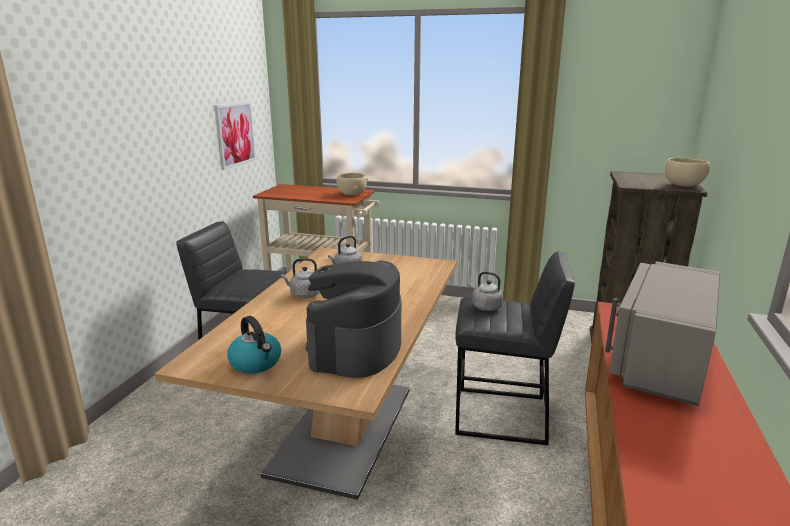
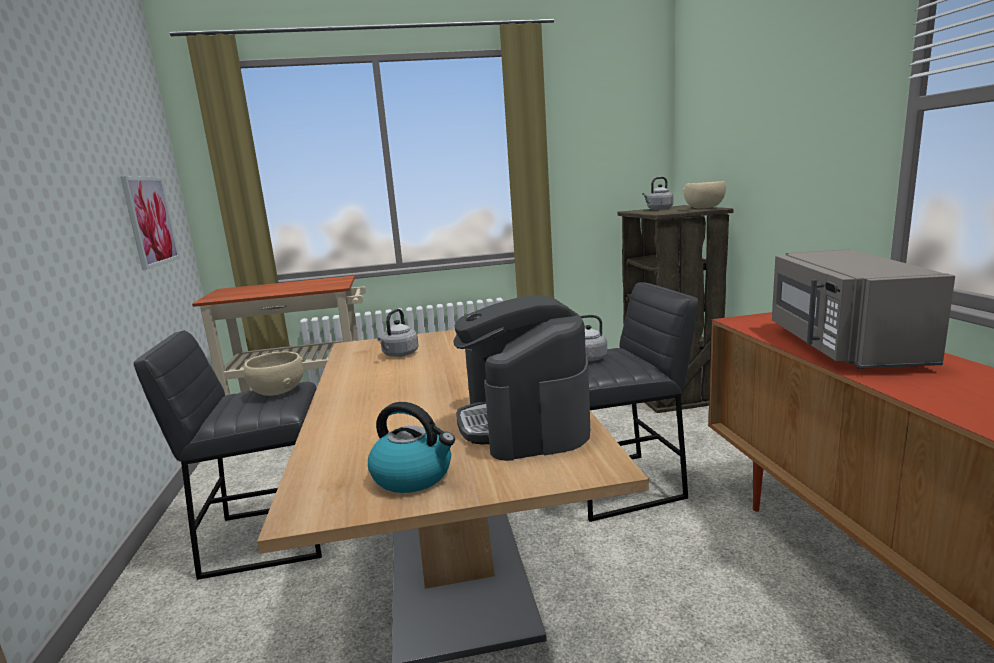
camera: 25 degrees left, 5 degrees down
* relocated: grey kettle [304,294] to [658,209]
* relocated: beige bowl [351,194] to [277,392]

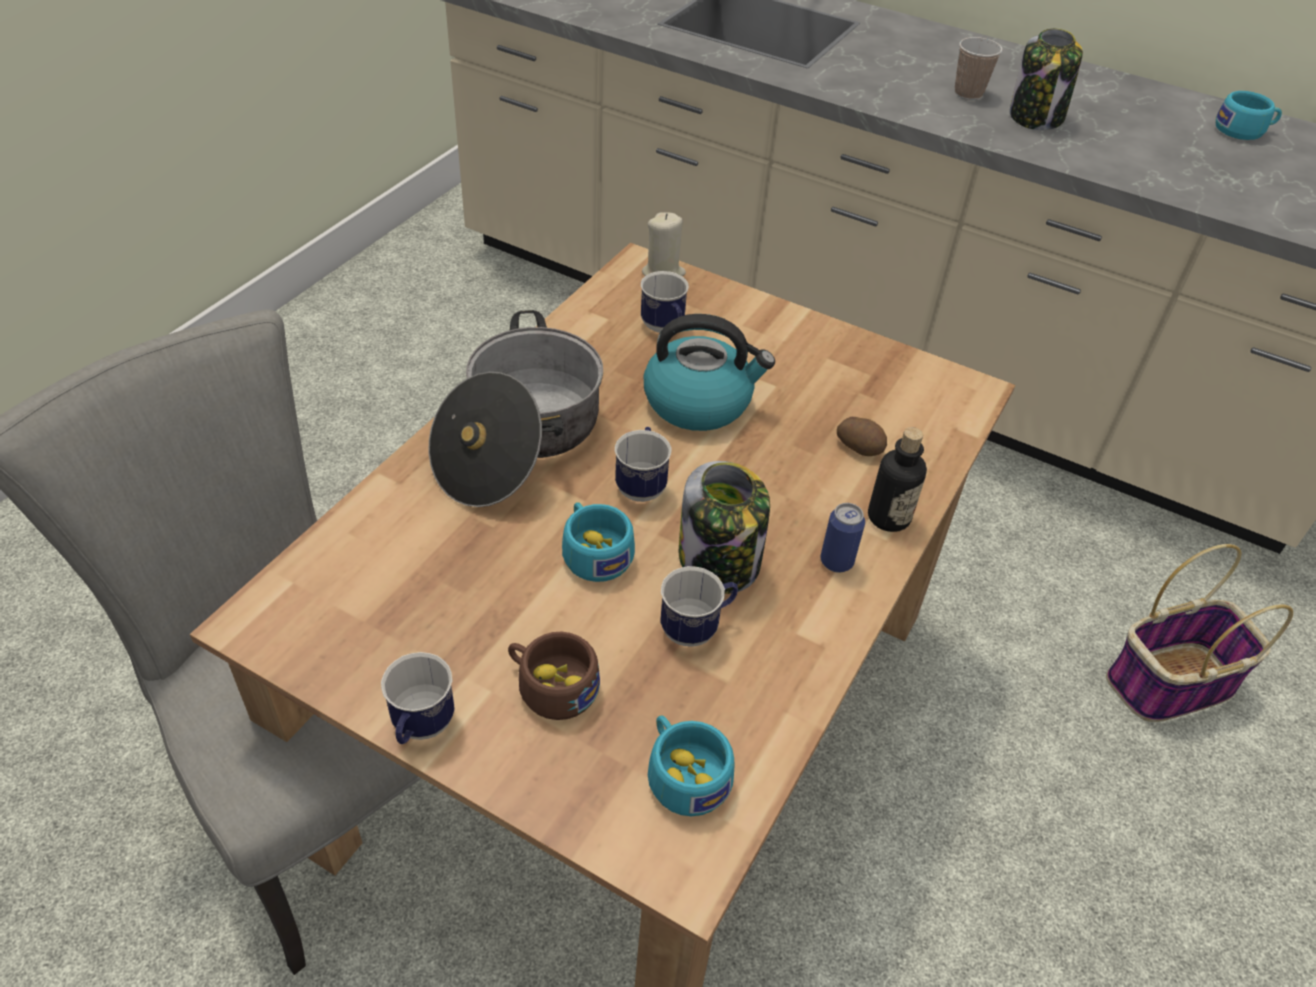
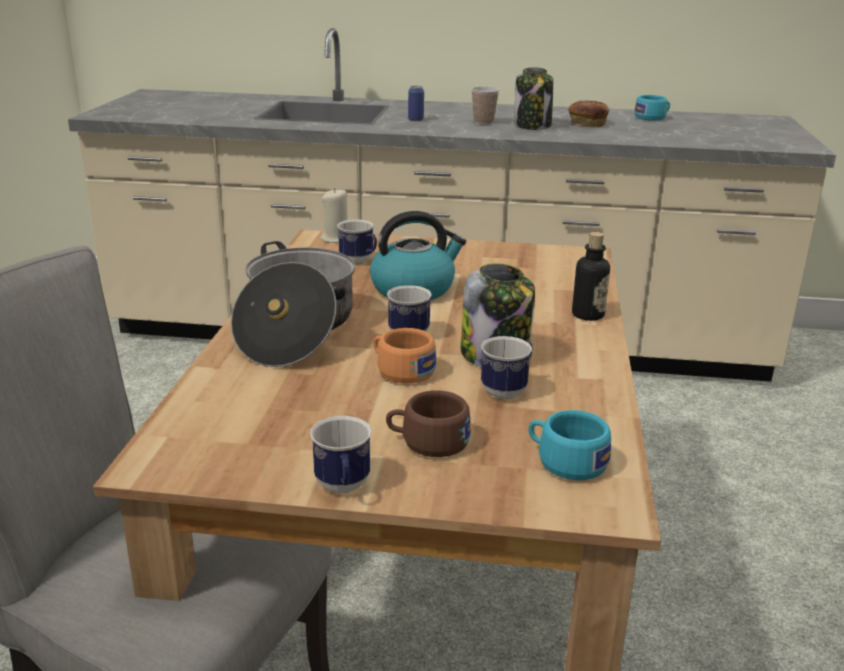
camera: 20 degrees left, 20 degrees down
* colour: turquoise cup [594,552] to orange cup [401,370]
* relocated: can [836,562] to [415,120]
* missing: potato [860,446]
* missing: basket [1169,684]
* appeared: bread [587,124]

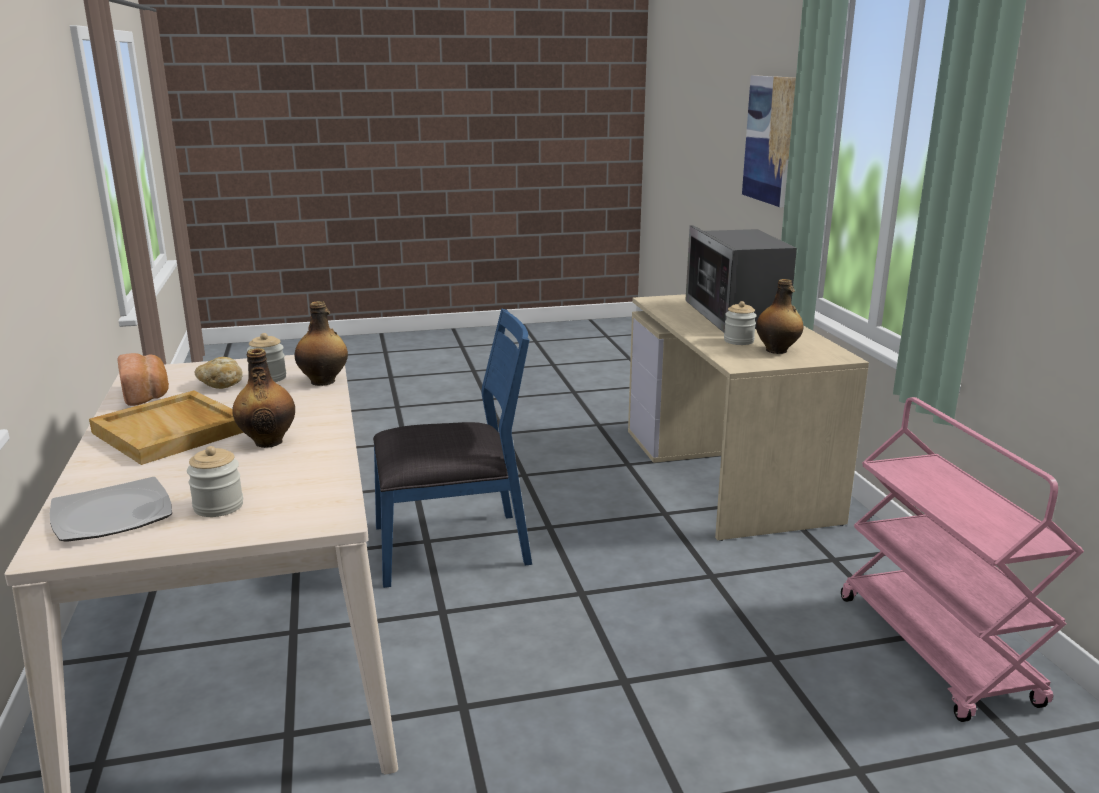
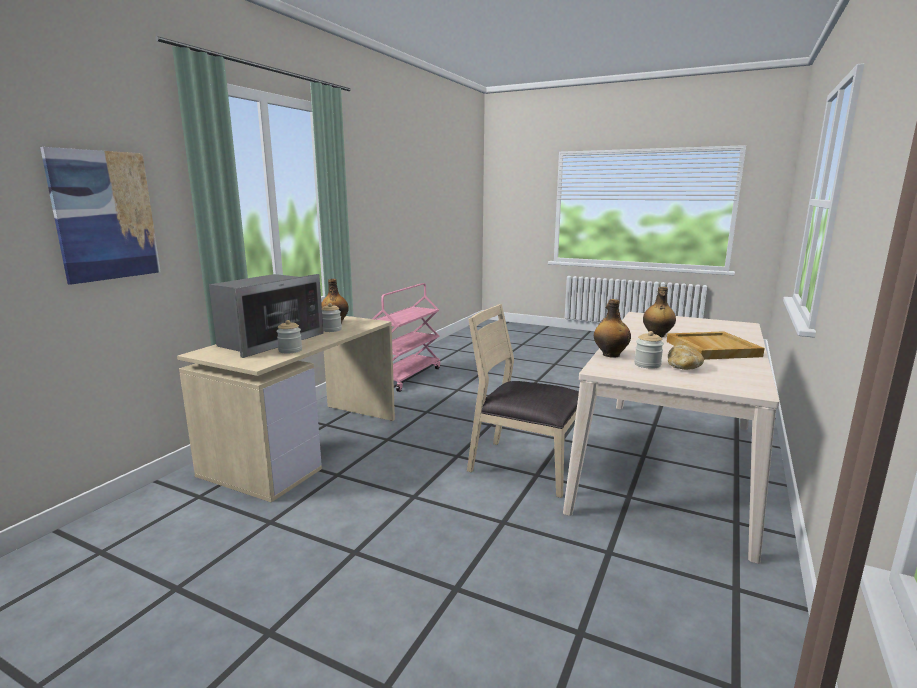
camera: 140 degrees left, 5 degrees down
* missing: plate [113,515]
* missing: bread [146,395]
* relocated: jar [218,506] to [290,350]
* colour: blue chair [452,546] to beige chair [524,466]

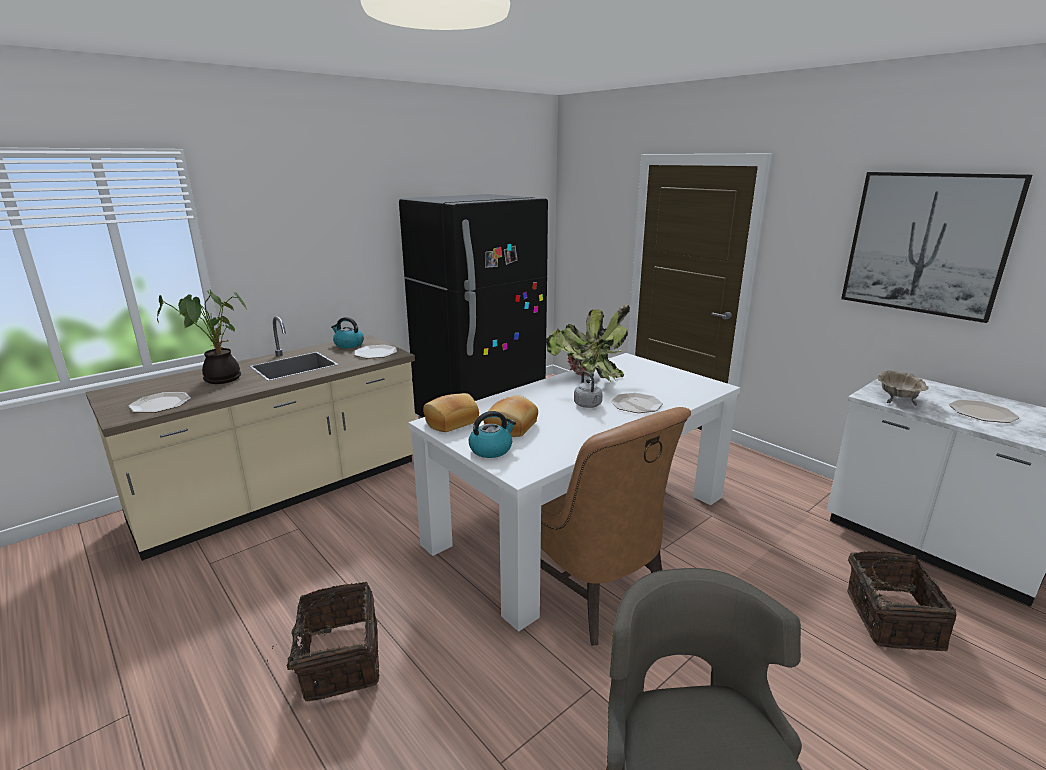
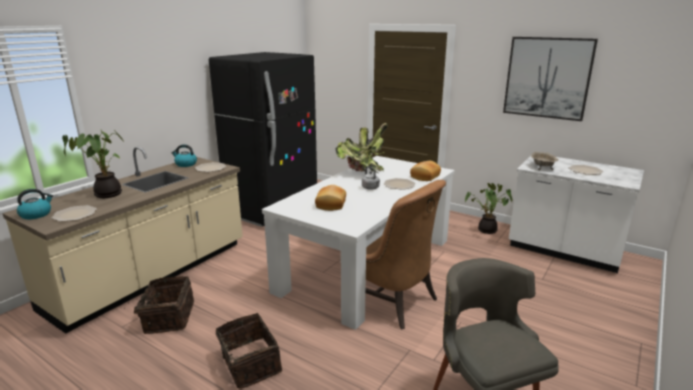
camera: 15 degrees left, 0 degrees up
* relocated: bread [450,421] to [424,176]
* relocated: kettle [491,449] to [36,214]
* relocated: basket [889,619] to [167,317]
* appeared: potted plant [485,230]

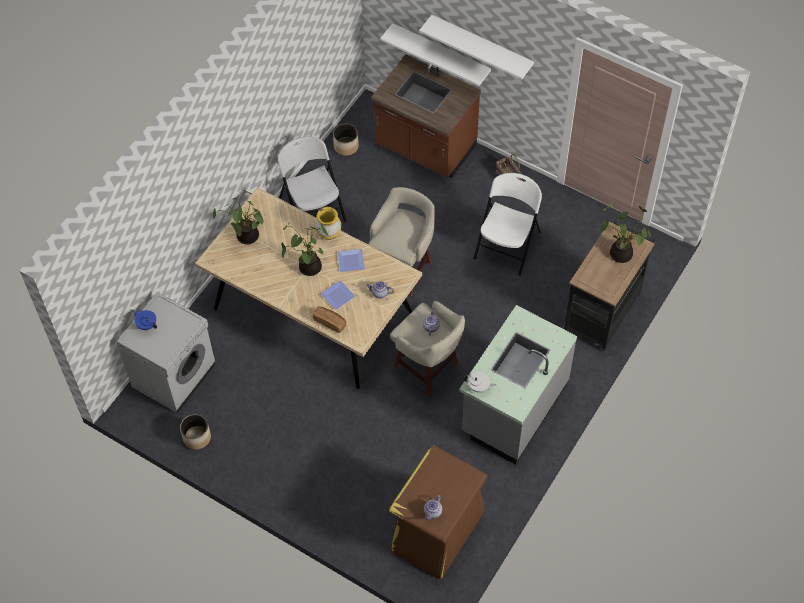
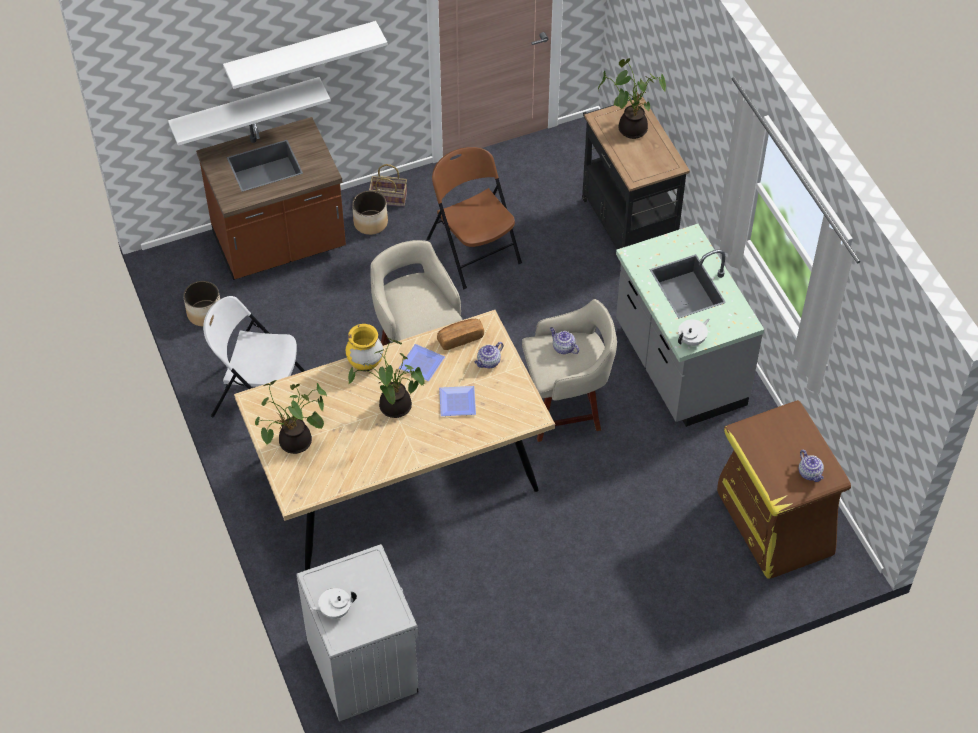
camera: 55 degrees left, 5 degrees down
* colour: blue teapot [147,324] to white teapot [335,610]
* relocated: planter [196,437] to [370,223]
* relocated: bread [330,322] to [460,338]
* colour: white chair [507,245] to brown chair [474,251]

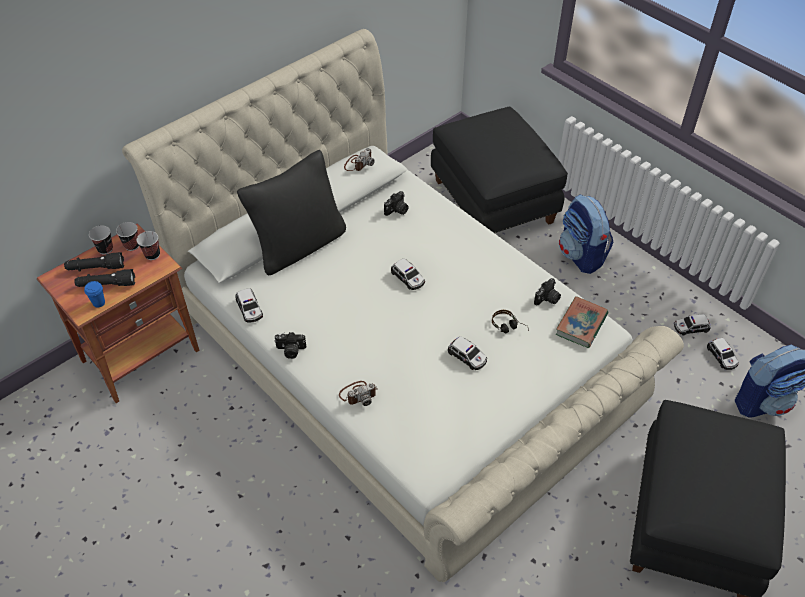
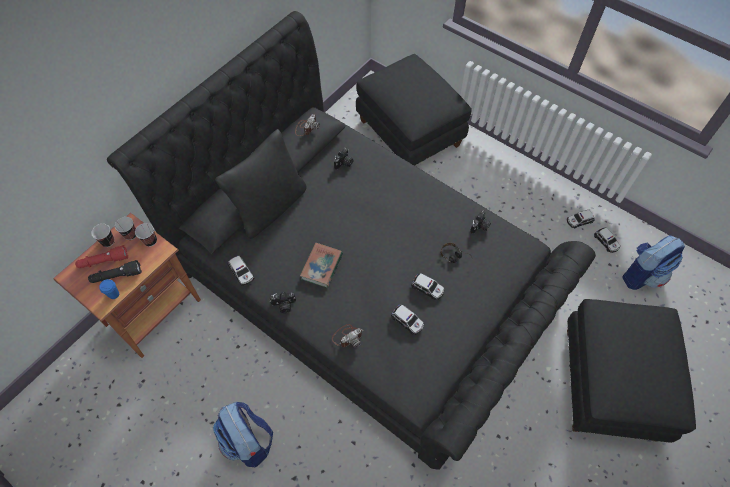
camera: 10 degrees left, 10 degrees up
* colour: black flashlight [95,268] to red flashlight [103,261]
* colour: beige bed [402,356] to black bed [364,279]
* relocated: toy car [408,278] to [407,321]
* relocated: book [581,324] to [321,266]
* relocated: backpack [581,256] to [248,442]

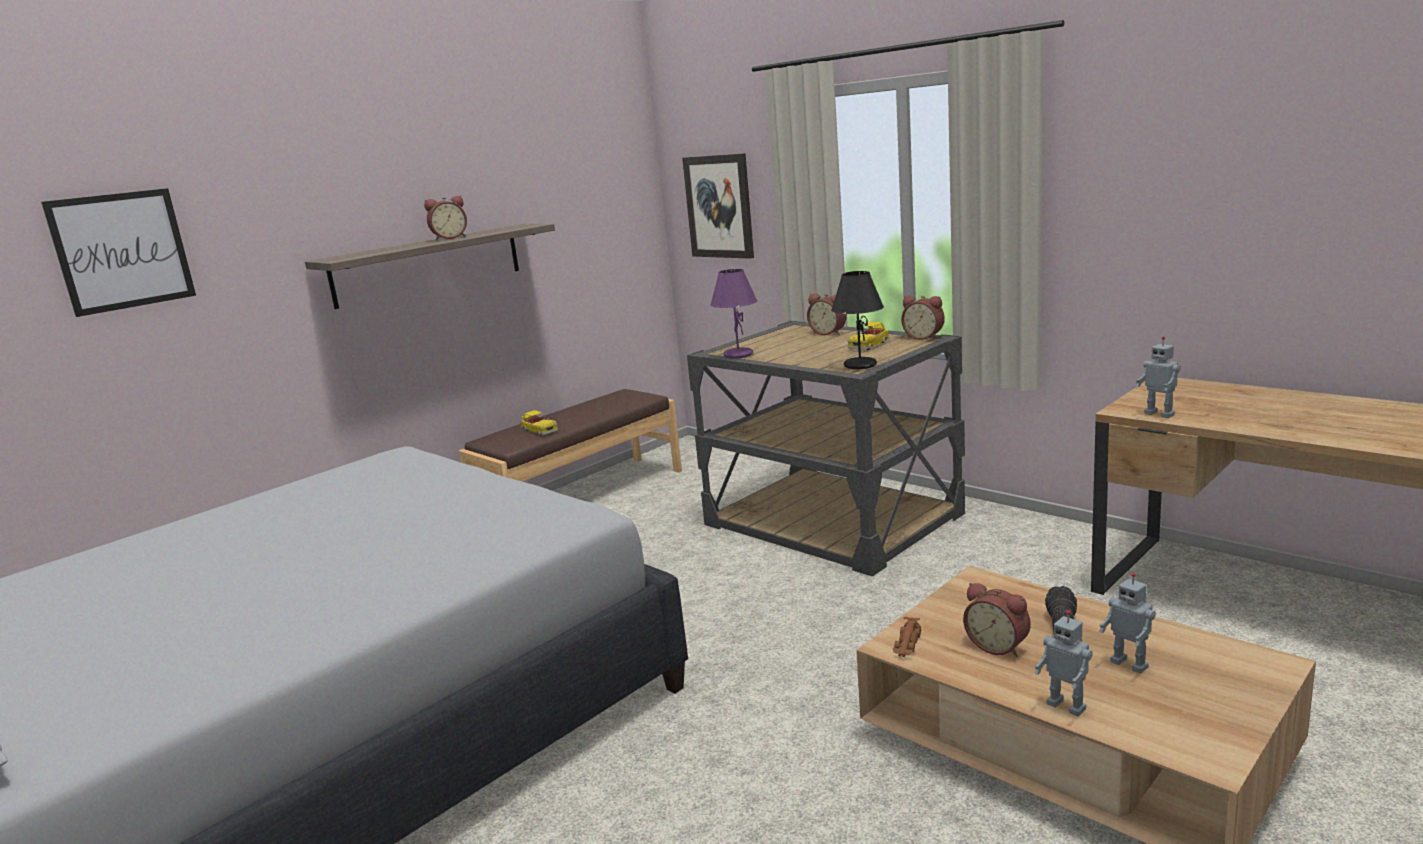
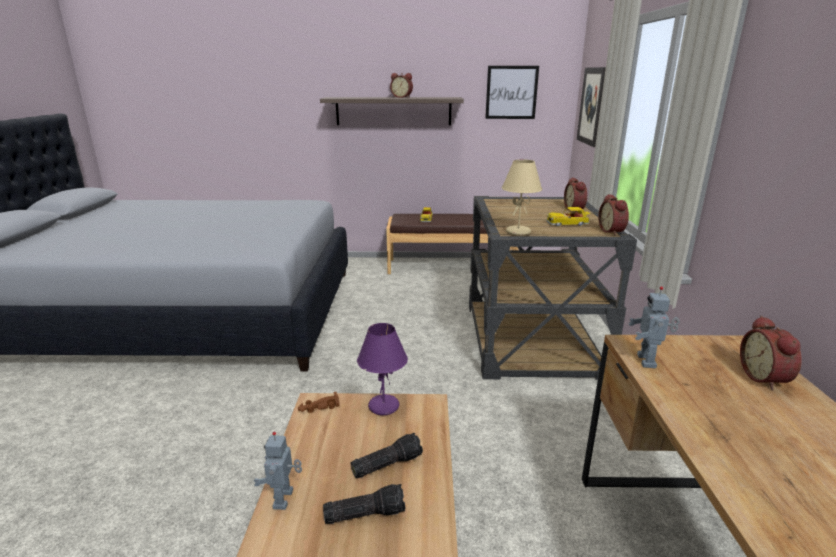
camera: 45 degrees right, 5 degrees up
* relocated: picture [122,251] to [511,92]
* relocated: purple table lamp [737,355] to [383,406]
* colour: black table lamp [859,365] to beige table lamp [518,232]
* relocated: alarm clock [998,646] to [765,378]
* exchanged: toy robot [1130,664] to flashlight [365,513]

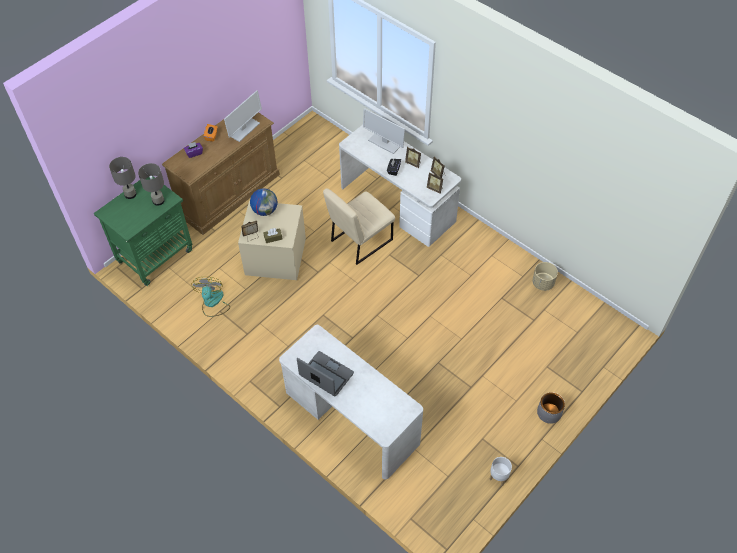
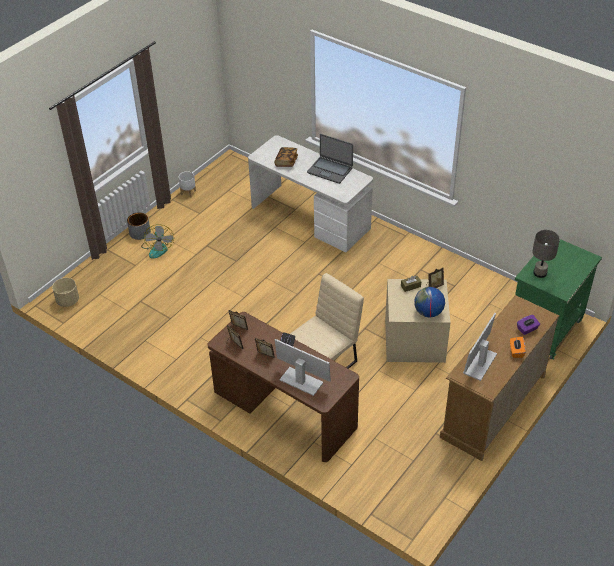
camera: 175 degrees right, 10 degrees down
* missing: grey table lamp [130,194]
* relocated: fan [213,303] to [158,248]
* colour: white desk [398,204] to brown desk [284,410]
* relocated: beige planter [543,283] to [68,301]
* appeared: book [286,161]

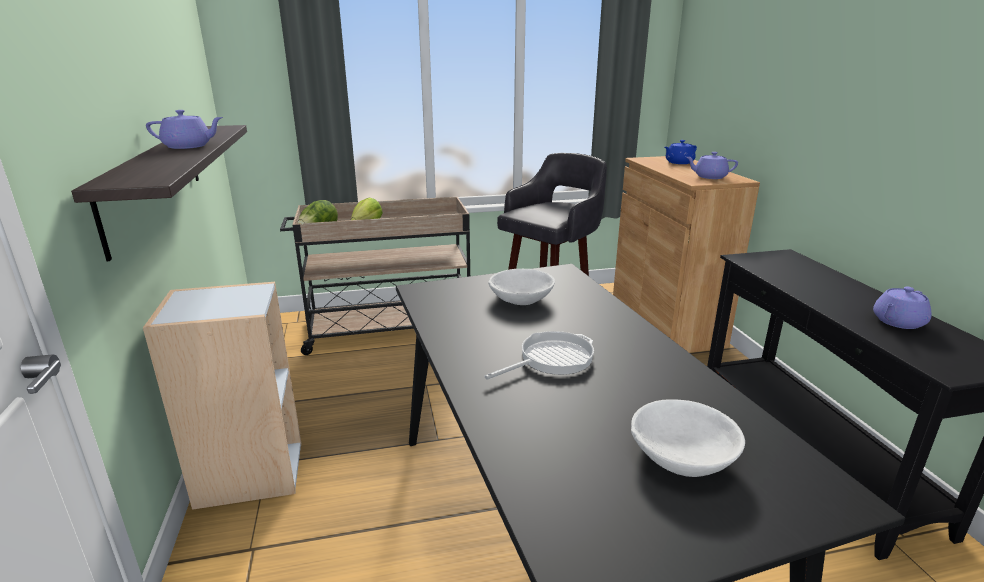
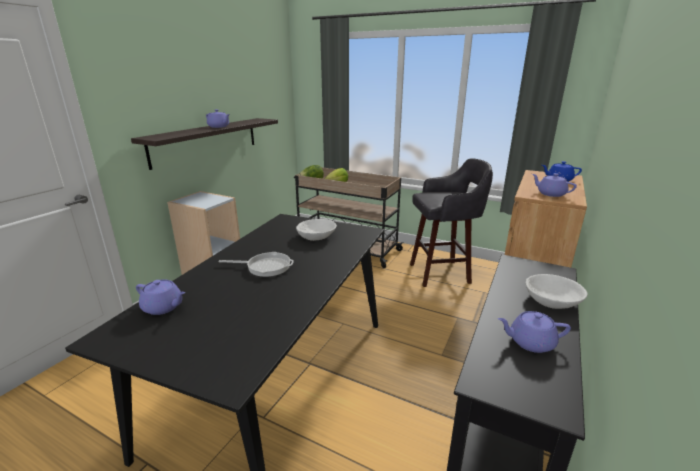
camera: 40 degrees right, 0 degrees up
* relocated: white bowl [682,455] to [552,301]
* appeared: purple teapot [163,307]

